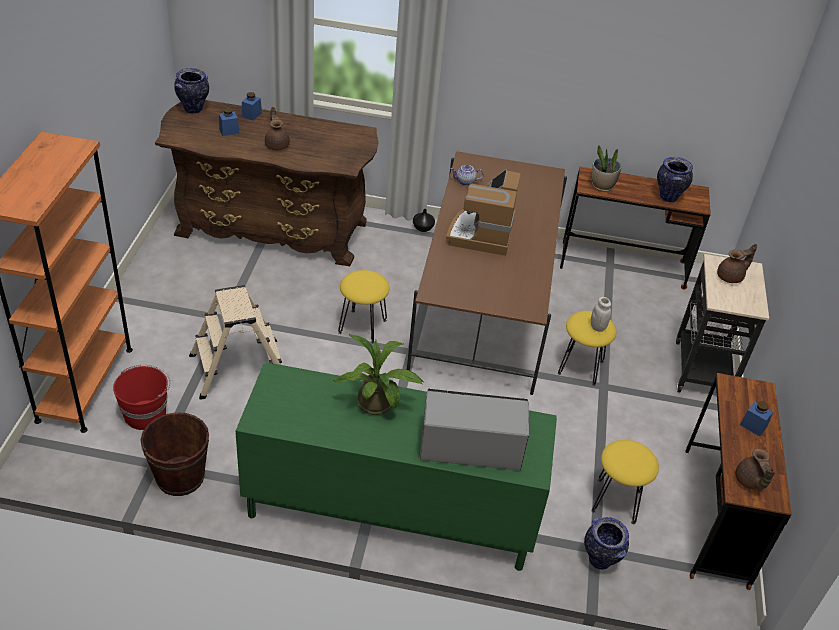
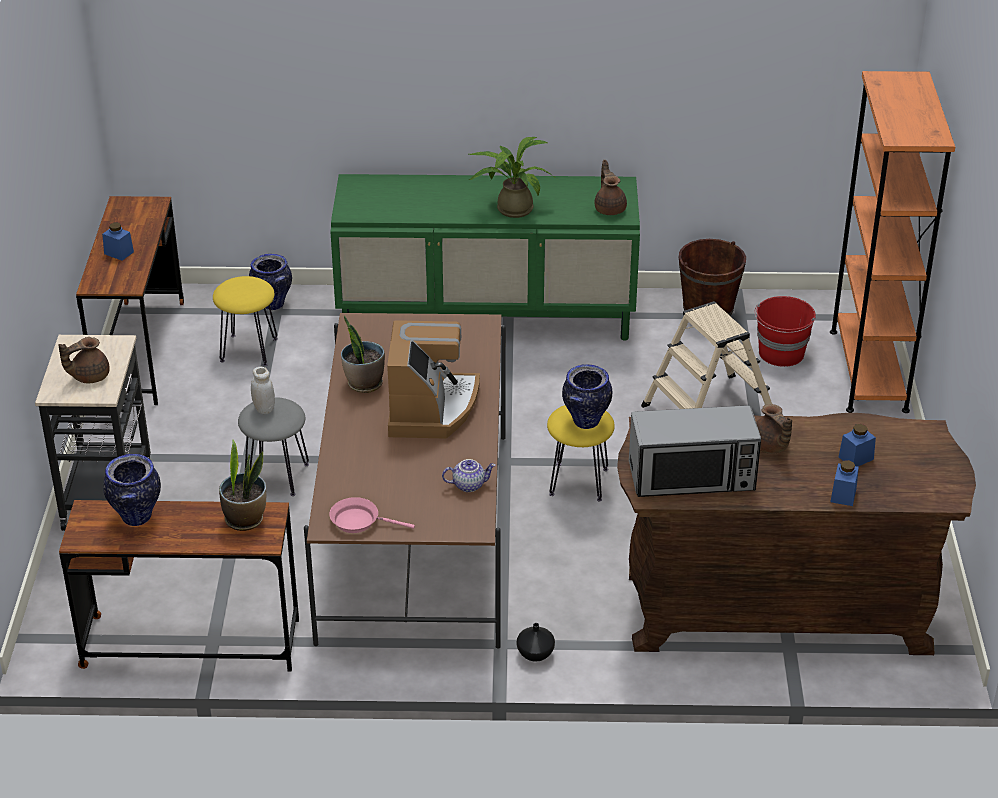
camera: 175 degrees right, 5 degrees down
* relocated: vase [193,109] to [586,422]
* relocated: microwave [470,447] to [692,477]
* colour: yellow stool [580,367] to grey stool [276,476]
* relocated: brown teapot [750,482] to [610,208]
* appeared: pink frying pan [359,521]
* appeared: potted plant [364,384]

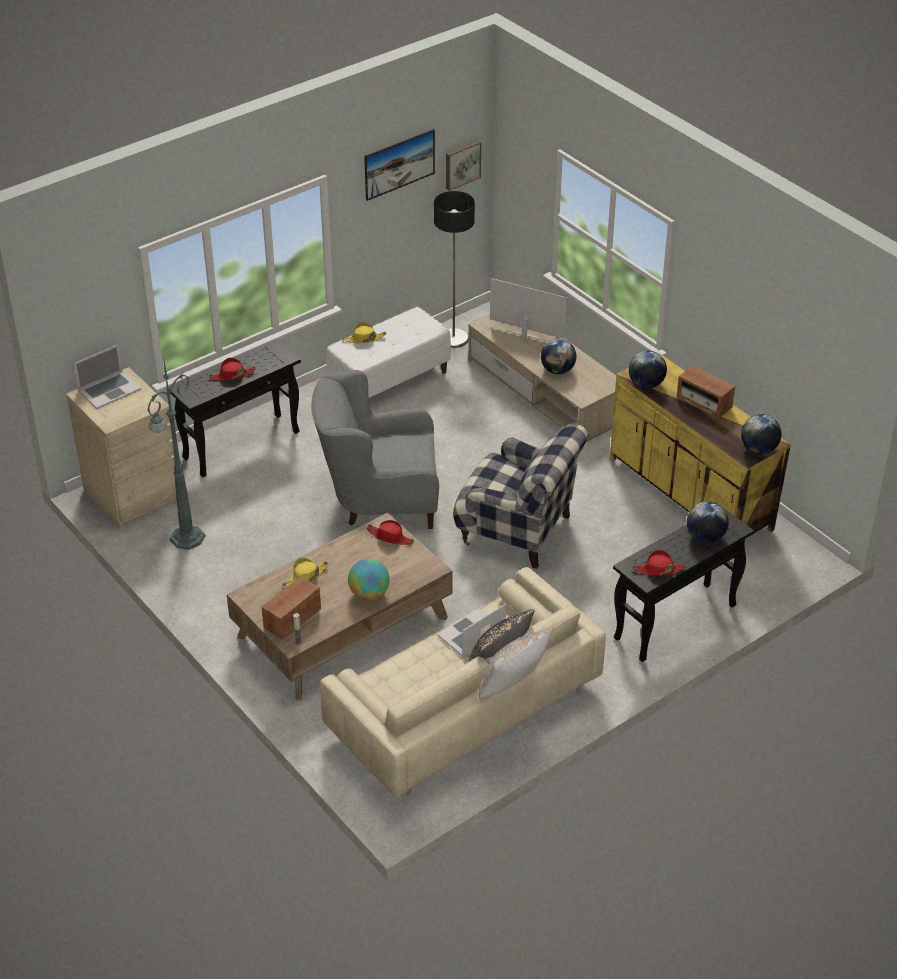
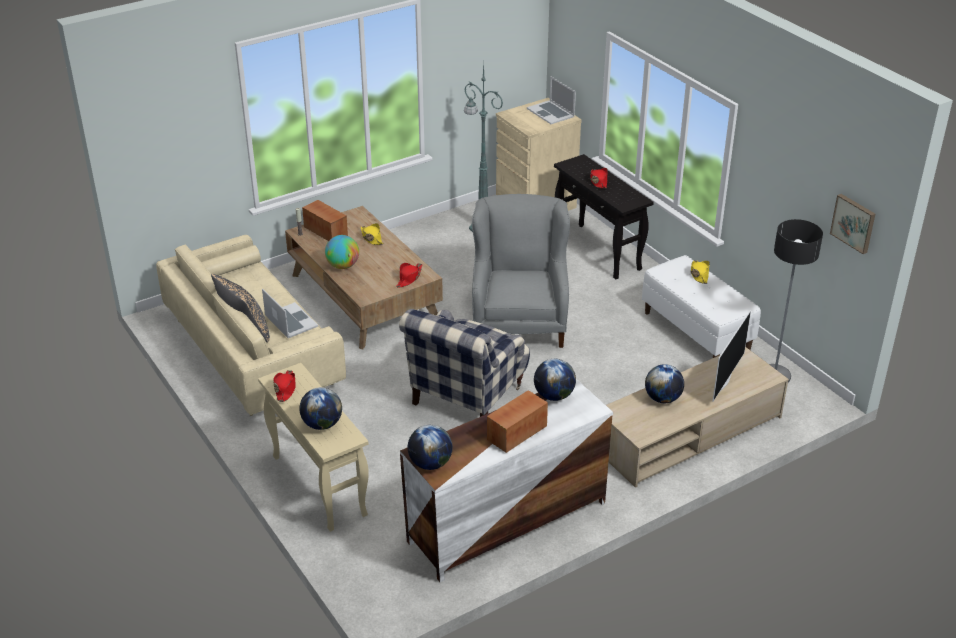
camera: 95 degrees right, 5 degrees down
* missing: picture [399,175]
* missing: white pillow [512,689]
* colour: yellow cabinet [689,496] to white cabinet [505,522]
* colour: black console table [674,623] to beige console table [318,485]

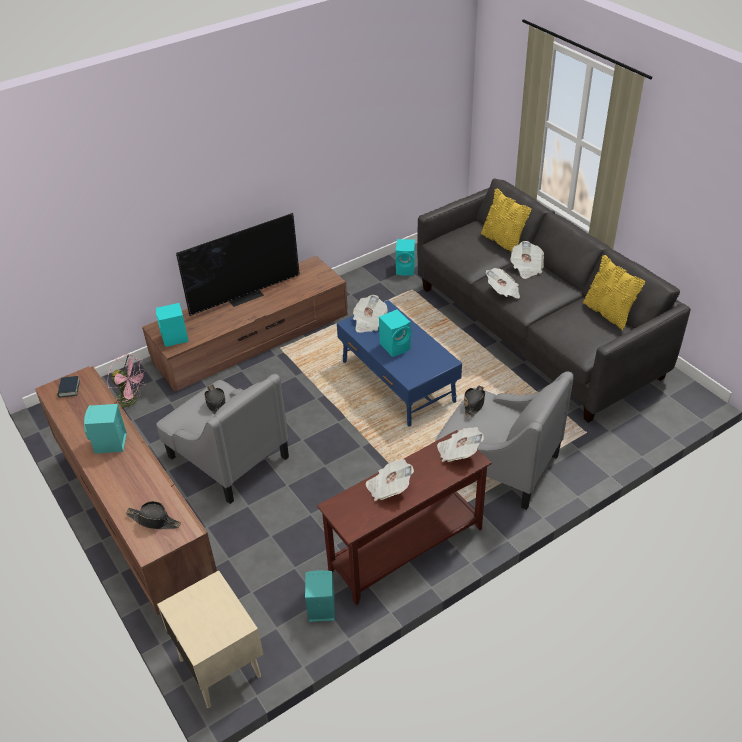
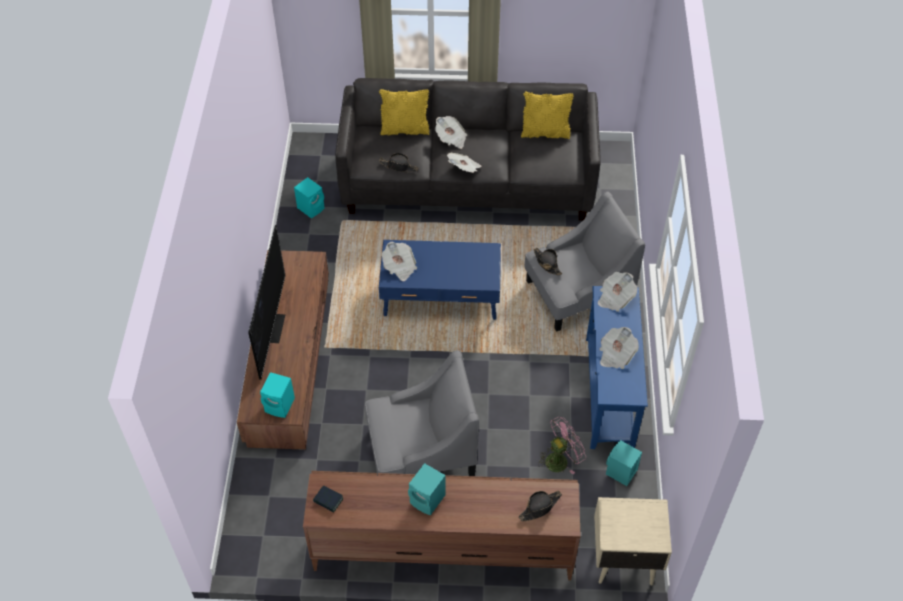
camera: 55 degrees left, 10 degrees up
* relocated: pink fan [131,401] to [560,459]
* relocated: black hat [216,404] to [399,166]
* colour: brown console table [406,549] to blue console table [609,393]
* missing: turquoise speaker [396,346]

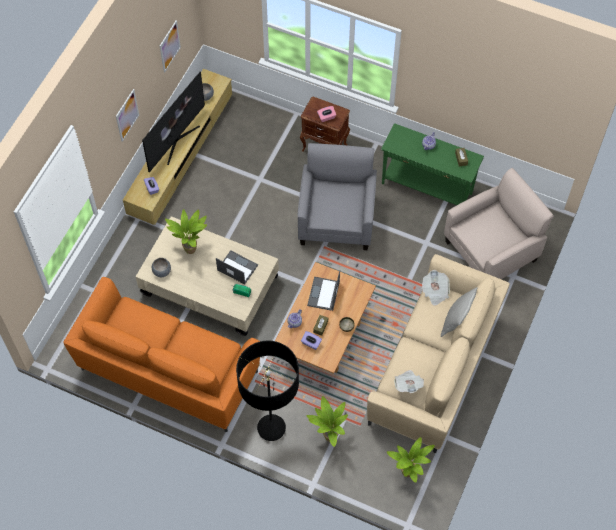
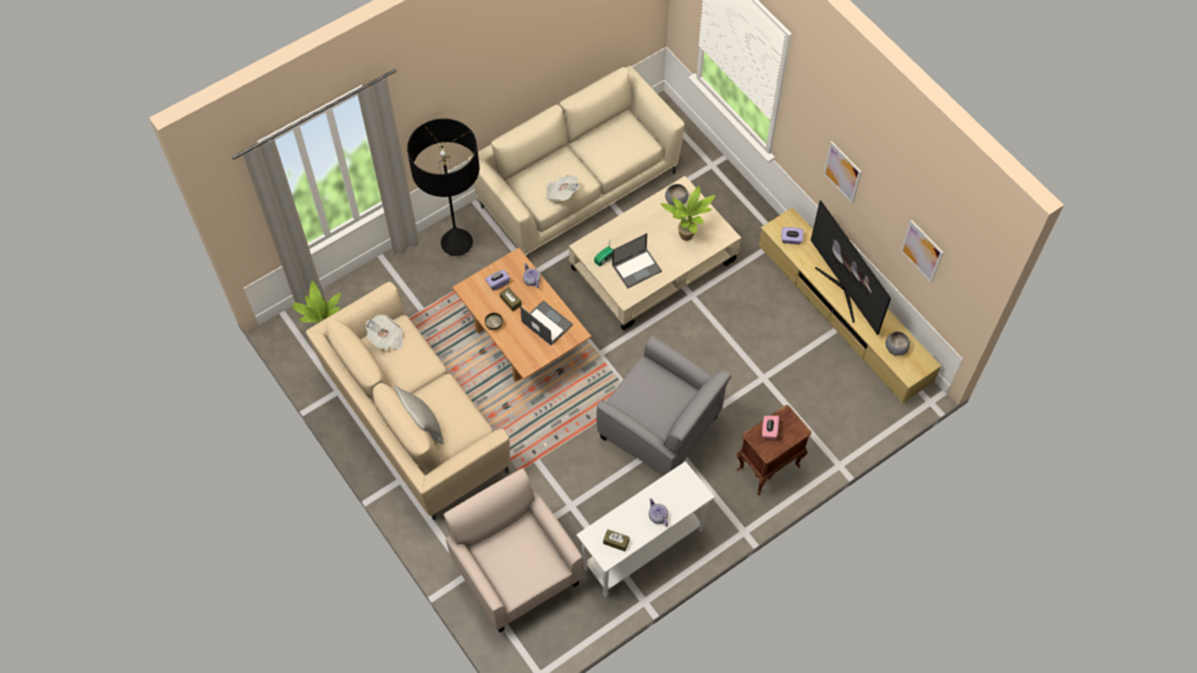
camera: 120 degrees right, 0 degrees up
* colour: orange sofa [168,371] to beige sofa [578,188]
* missing: potted plant [328,437]
* colour: green console table [427,188] to white console table [643,551]
* relocated: newspaper [435,292] to [561,193]
* spun: beige armchair [491,250] = [515,571] 150 degrees clockwise

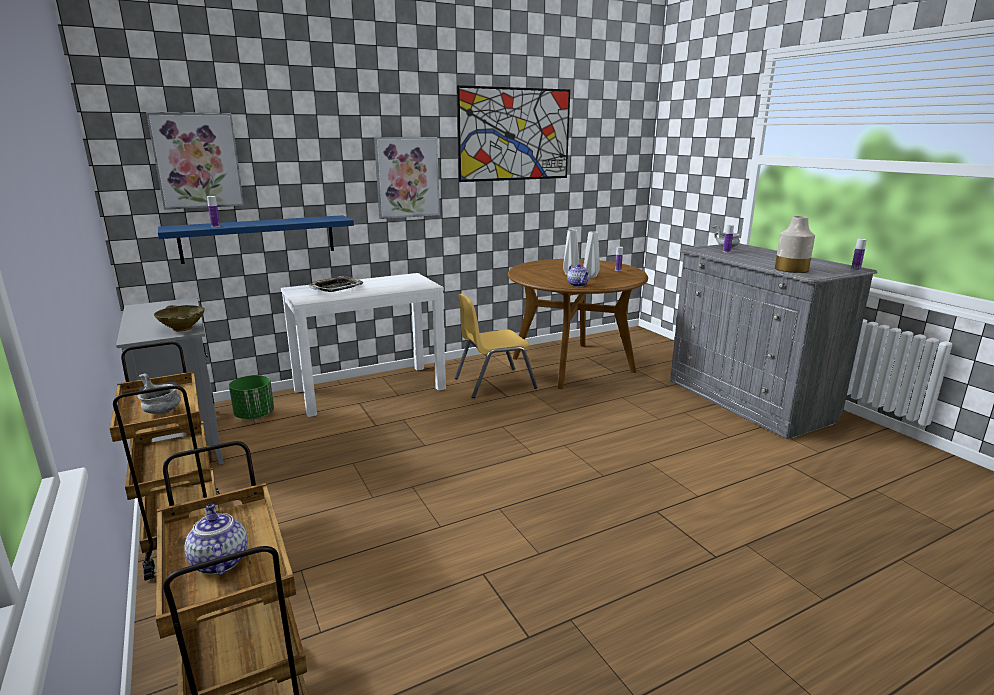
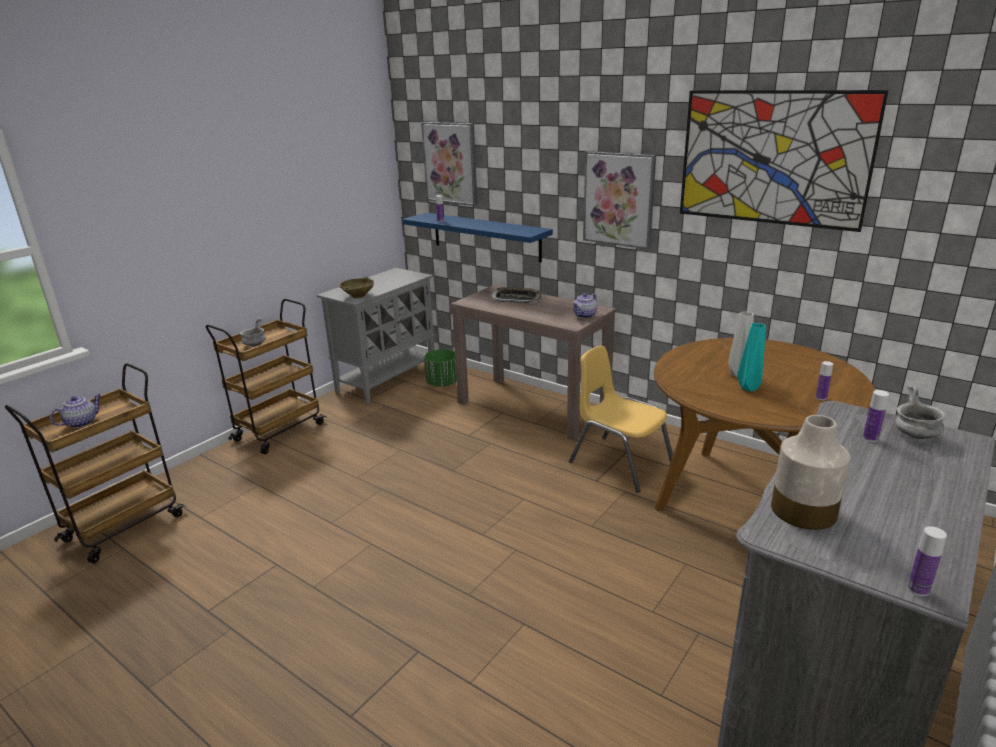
camera: 65 degrees right, 5 degrees up
* colour: white console table [370,389] to brown console table [533,407]
* relocated: teapot [578,285] to [584,315]
* colour: grey vase [590,276] to turquoise vase [748,387]

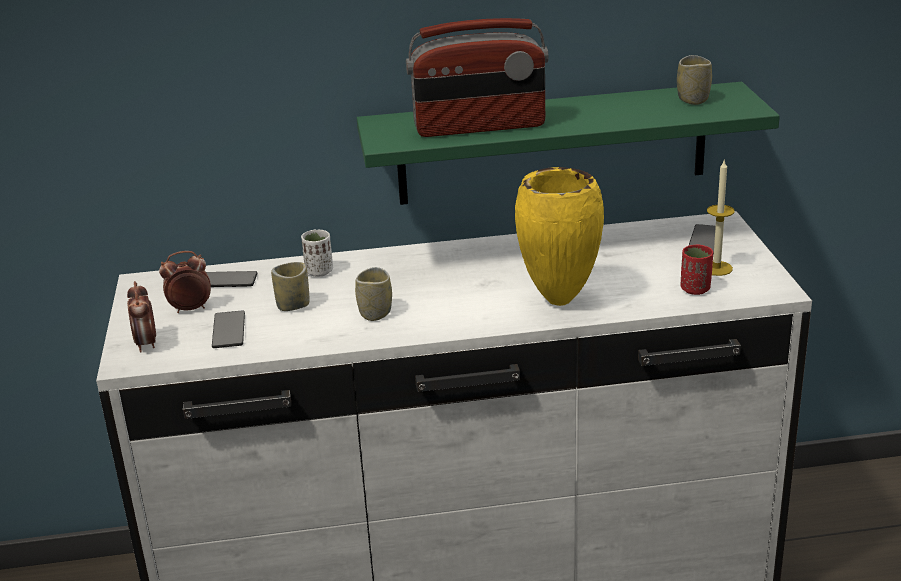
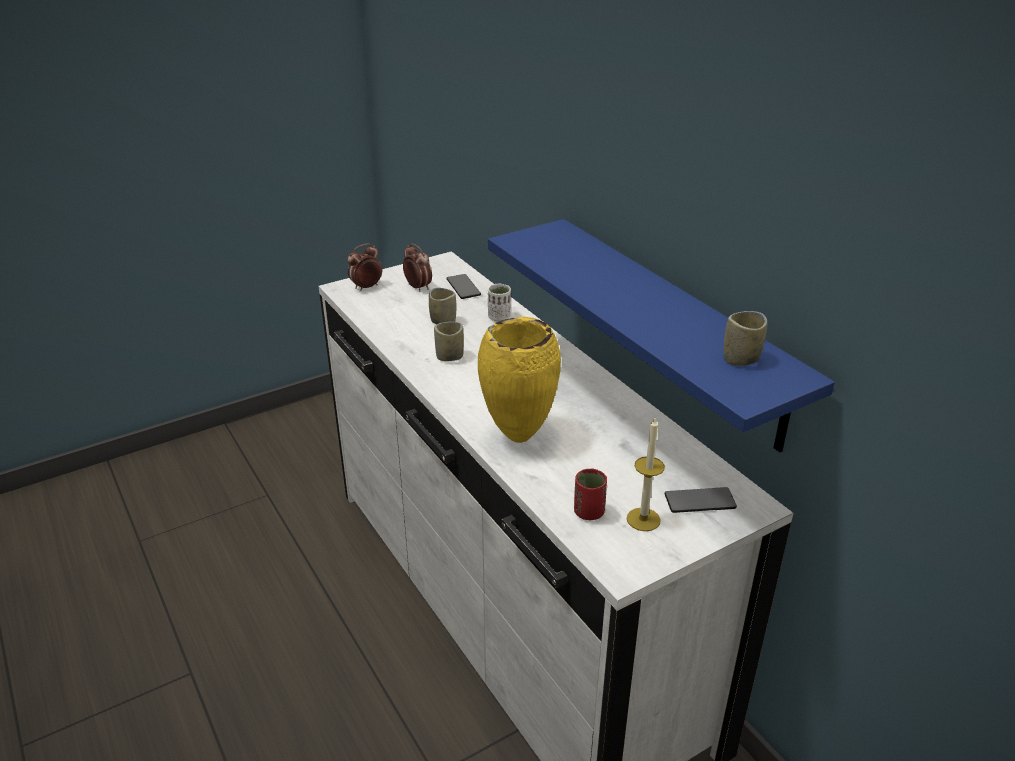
camera: 65 degrees right, 5 degrees up
* missing: phone [229,331]
* colour: green shelf [552,144] to blue shelf [673,330]
* missing: radio [479,127]

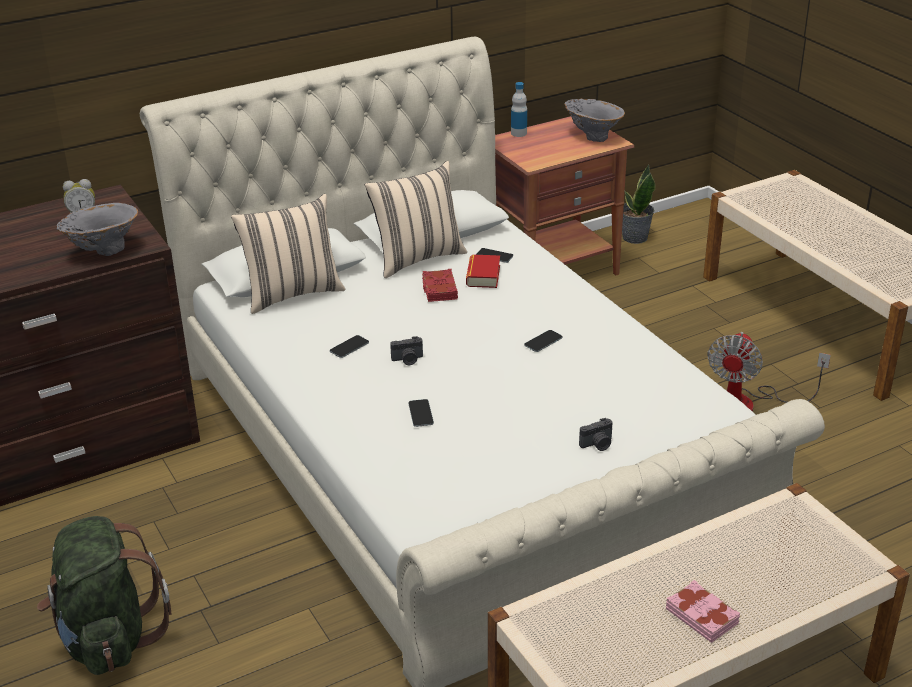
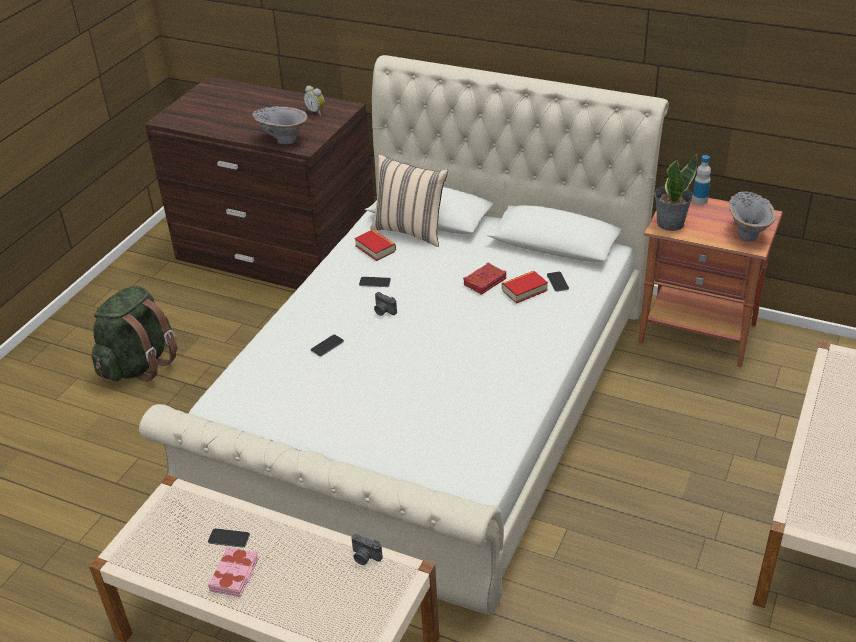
camera: 55 degrees right, 5 degrees up
* missing: beige pillow [417,258]
* relocated: phone [543,341] to [229,538]
* relocated: photo camera [597,444] to [365,557]
* relocated: potted plant [634,237] to [670,223]
* missing: fan [747,404]
* appeared: book [375,248]

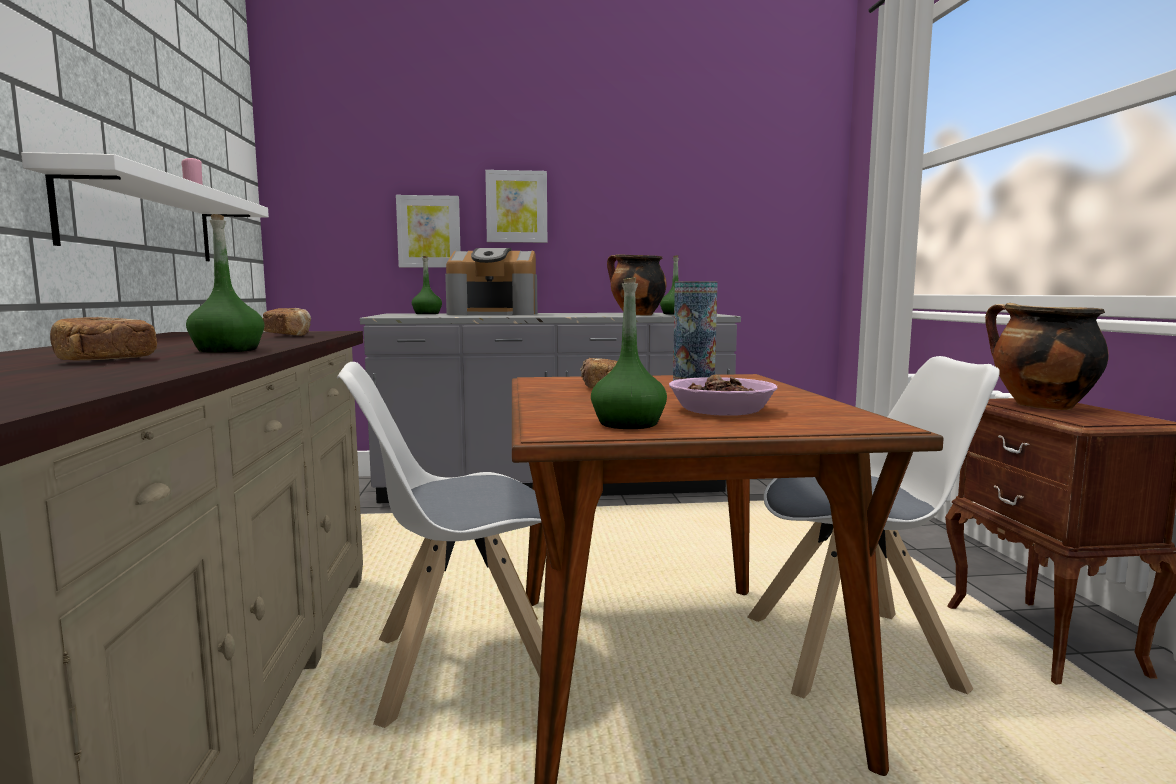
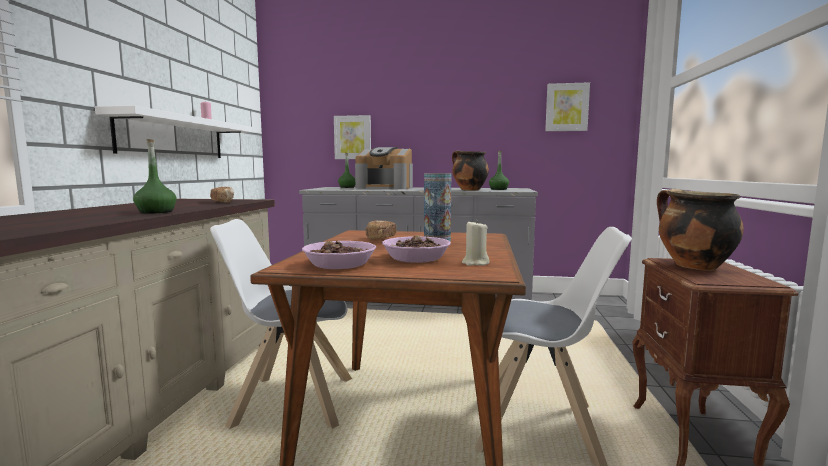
camera: 15 degrees right, 0 degrees up
* missing: bread [107,360]
* relocated: picture [516,207] to [567,107]
* exchanged: green bottle [628,424] to bowl [339,264]
* appeared: beige candle [475,263]

